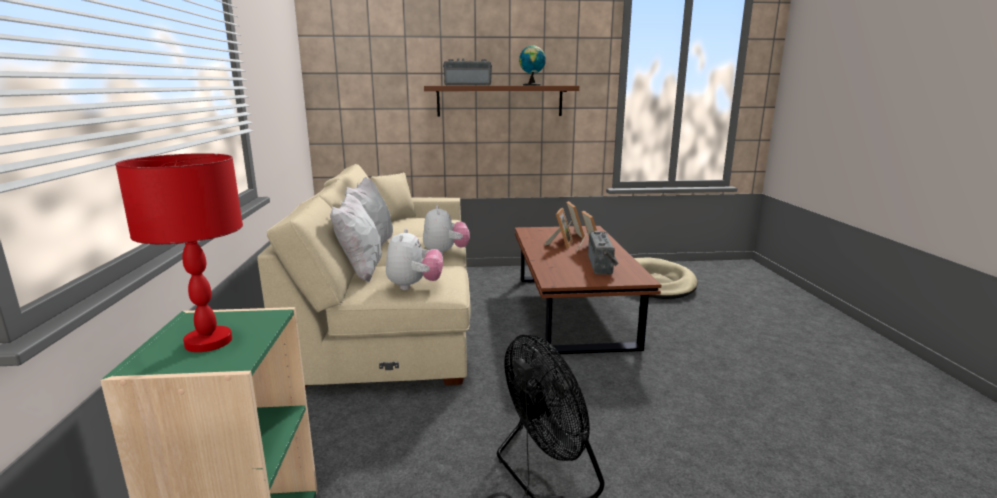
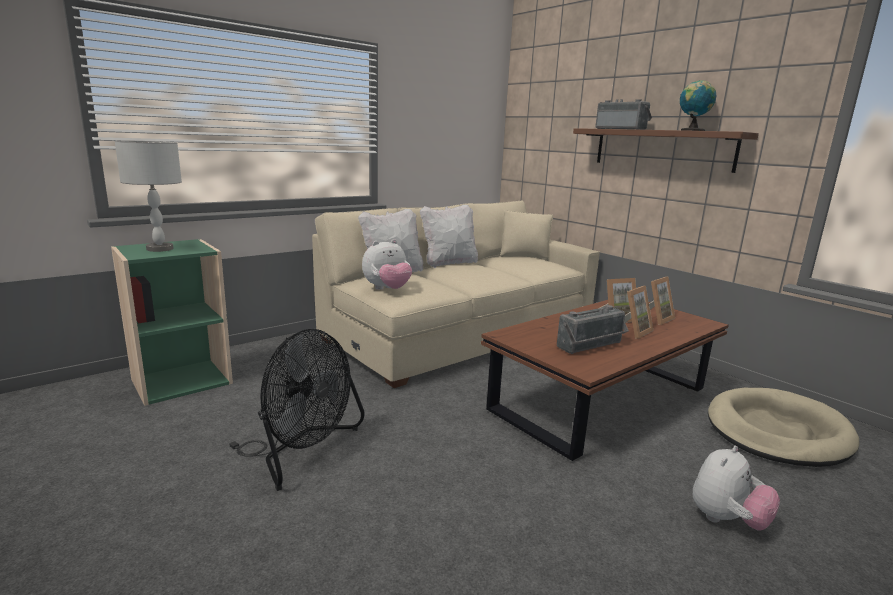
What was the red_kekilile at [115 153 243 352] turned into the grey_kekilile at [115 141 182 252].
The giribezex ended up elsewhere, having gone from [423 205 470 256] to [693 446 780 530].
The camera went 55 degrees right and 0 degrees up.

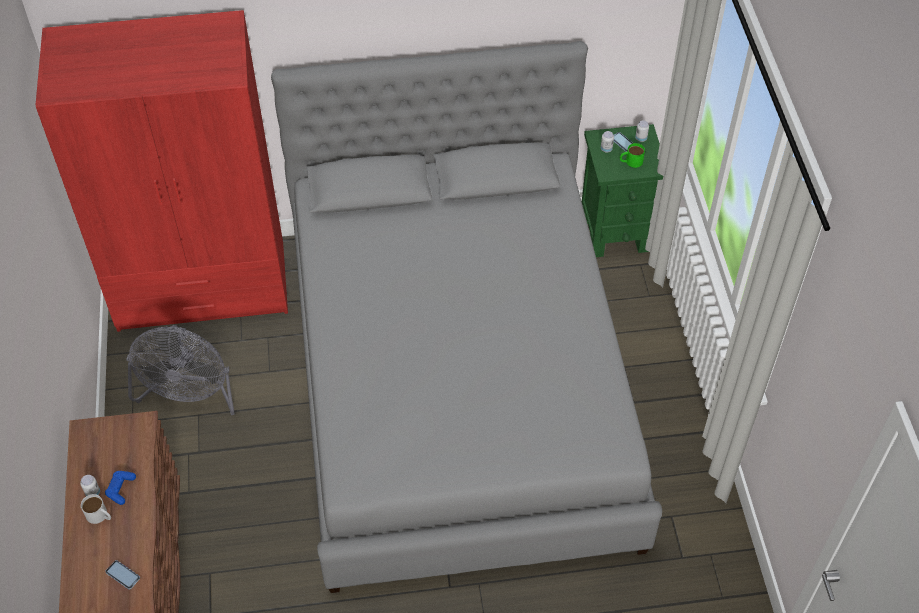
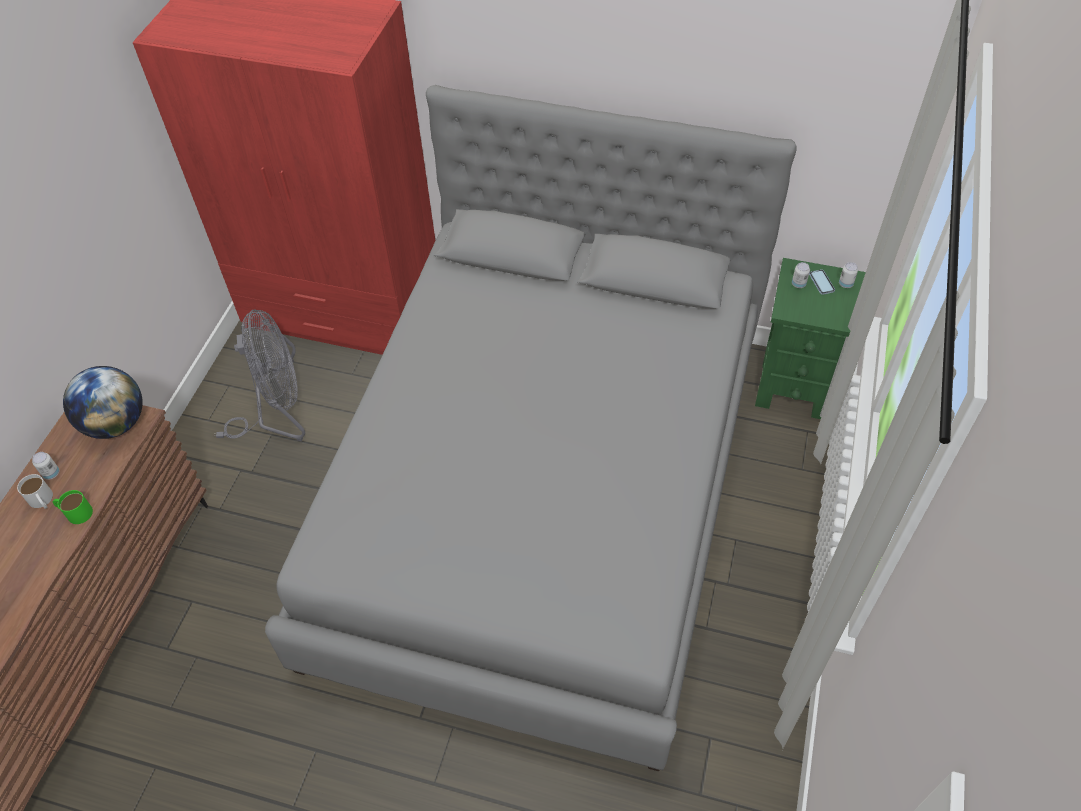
The second view lost the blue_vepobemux at [105 471 136 505].
The second view lost the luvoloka at [105 560 140 589].
The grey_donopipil at [126 325 235 415] ended up facing another way, 135 degrees counterclockwise from before.
The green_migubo ended up elsewhere, having gone from [620 143 645 168] to [53 490 93 524].
The second view gained the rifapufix at [63 366 143 439].
The camera went 25 degrees right and 0 degrees up.

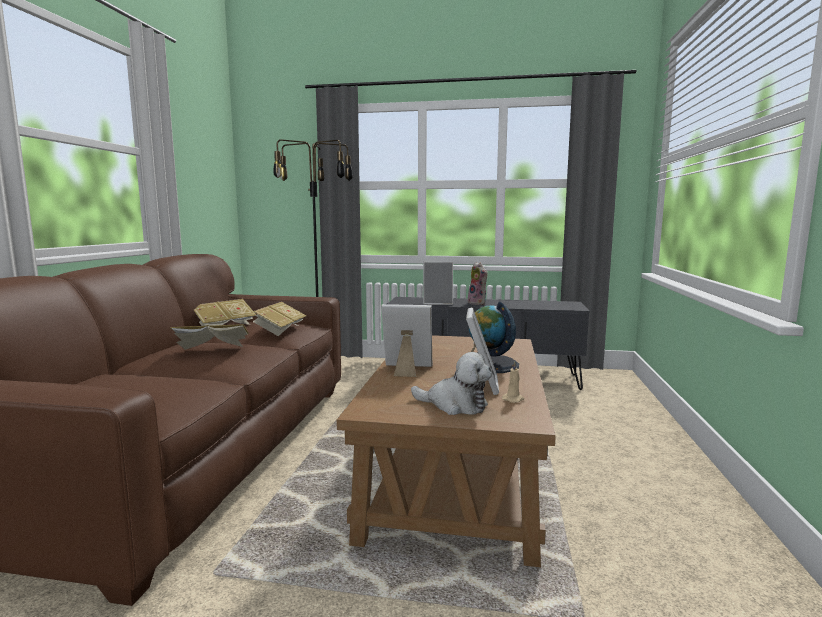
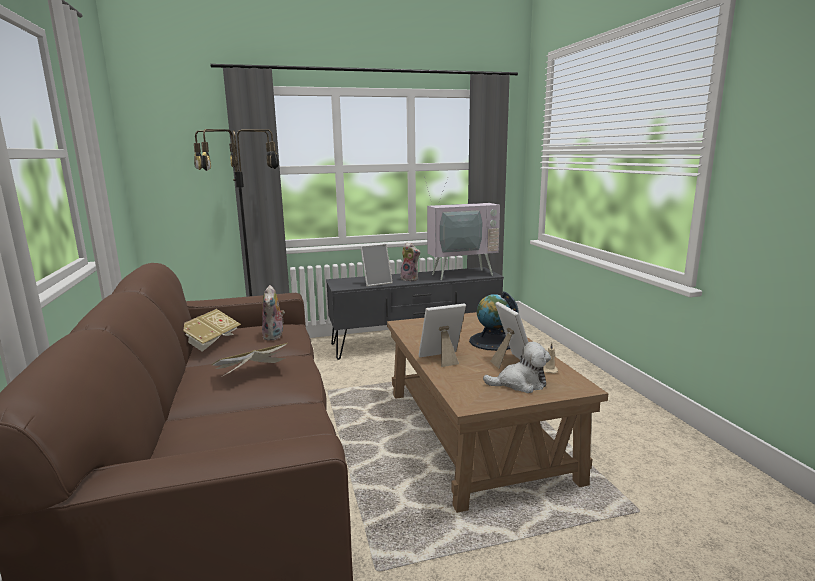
Where the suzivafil stood at [253 302 306 336], the giribezex came to stand at [262 285 285 341].
The second view gained the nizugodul at [427 181 500 280].
The camera went 25 degrees left and 5 degrees up.

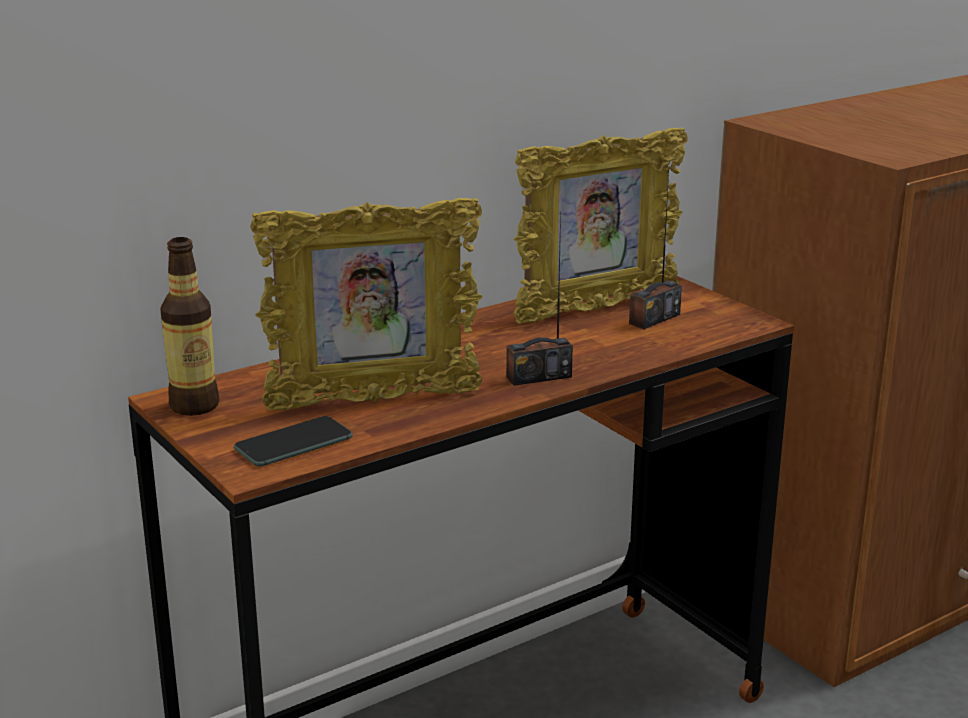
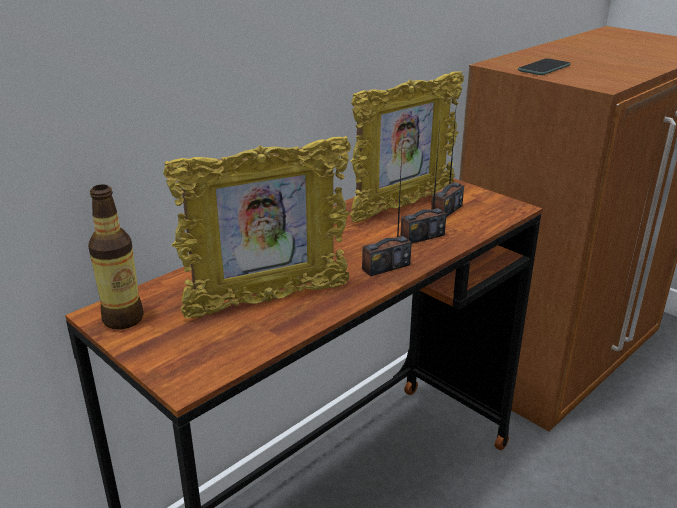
The luvoloka ended up elsewhere, having gone from [234 416 353 467] to [518 58 571 75].
The second view gained the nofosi at [400 124 446 244].
The camera went 10 degrees left and 5 degrees up.

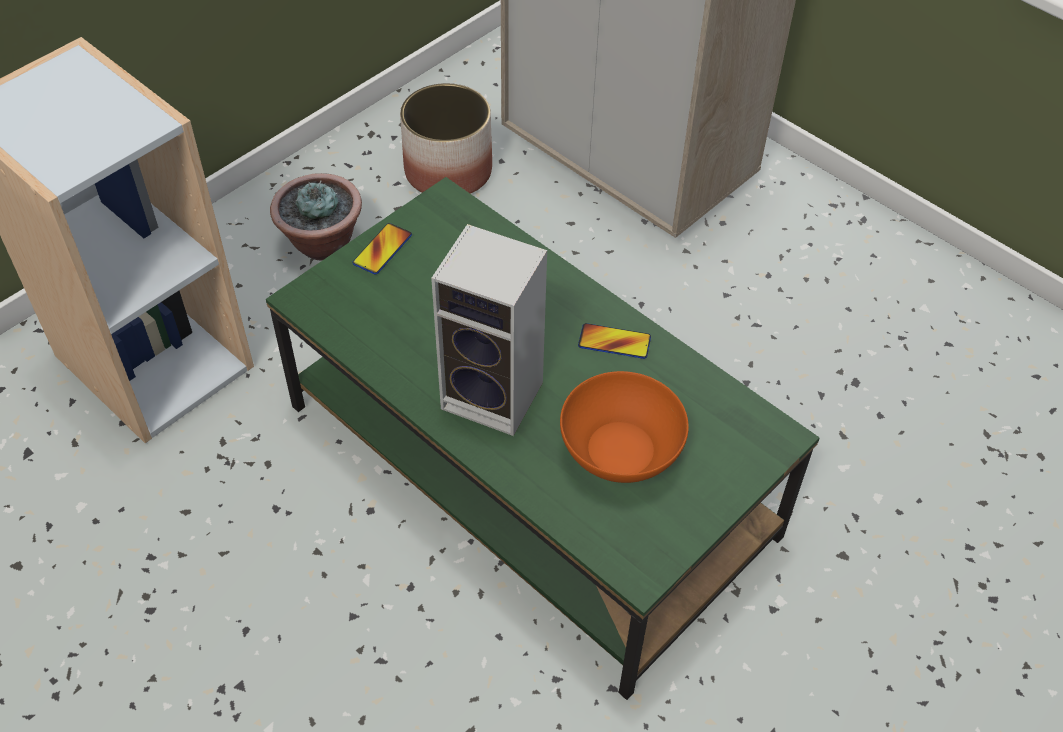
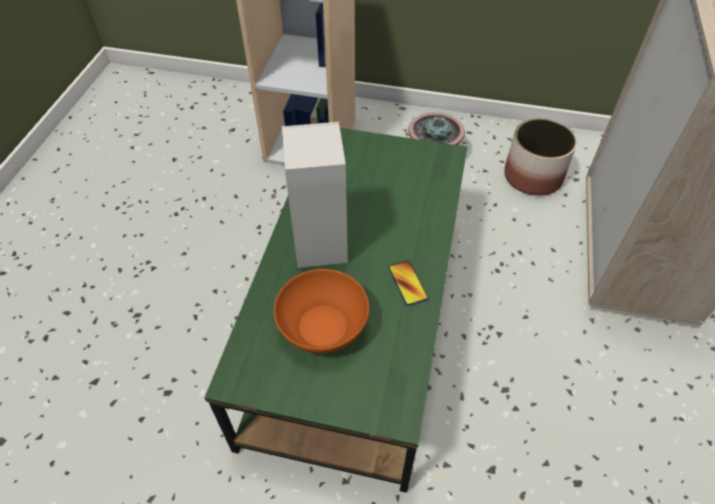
The second view lost the luvoloka at [352 223 412 274].
The camera went 60 degrees right and 0 degrees up.

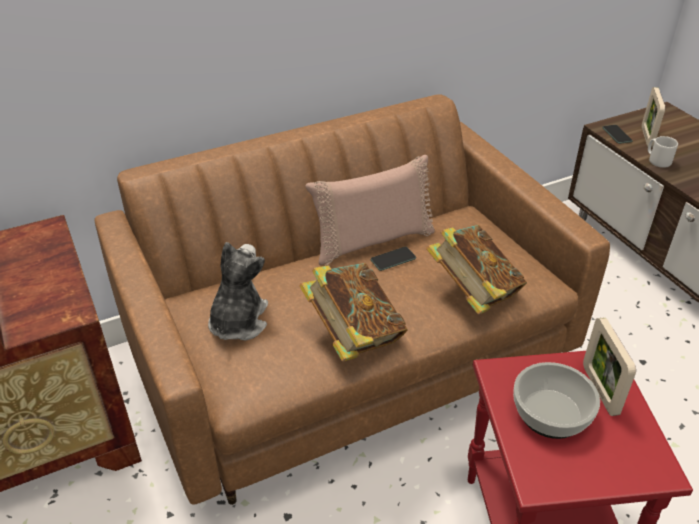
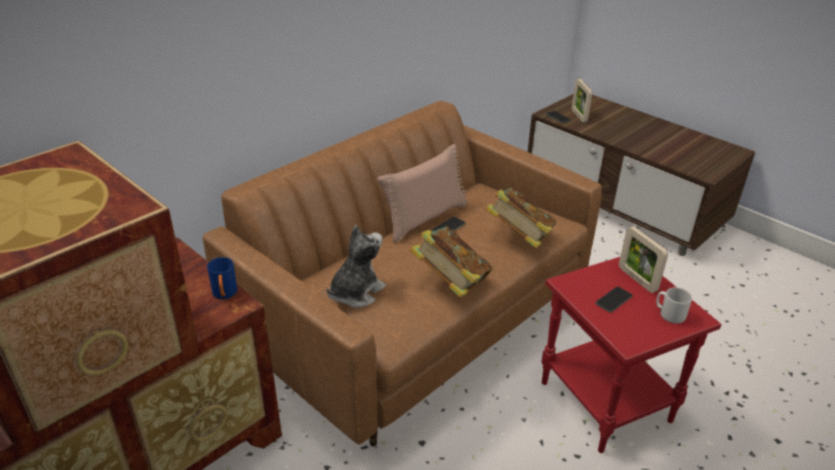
The giribezex at [208 242 268 341] ended up facing another way, 45 degrees clockwise from before.
Where the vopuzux stood at [513 362 600 439], the luvoloka came to stand at [595 287 633 312].
The grey_migubo ended up elsewhere, having gone from [648 136 678 168] to [656 287 692 324].
The second view gained the blue_migubo at [207 257 237 299].
The camera went 20 degrees left and 5 degrees down.

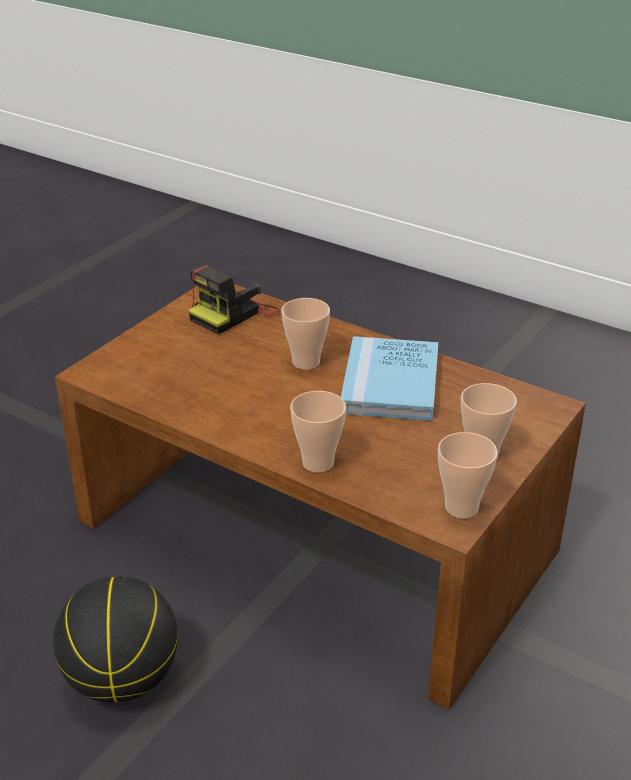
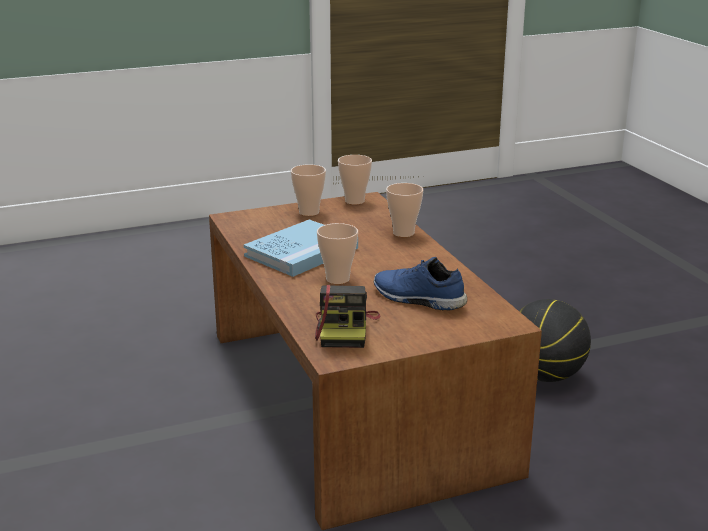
The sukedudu at [188 264 280 334] ended up facing another way, 105 degrees clockwise from before.
The second view gained the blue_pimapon at [374 257 467 311].
The camera went 145 degrees left and 10 degrees down.

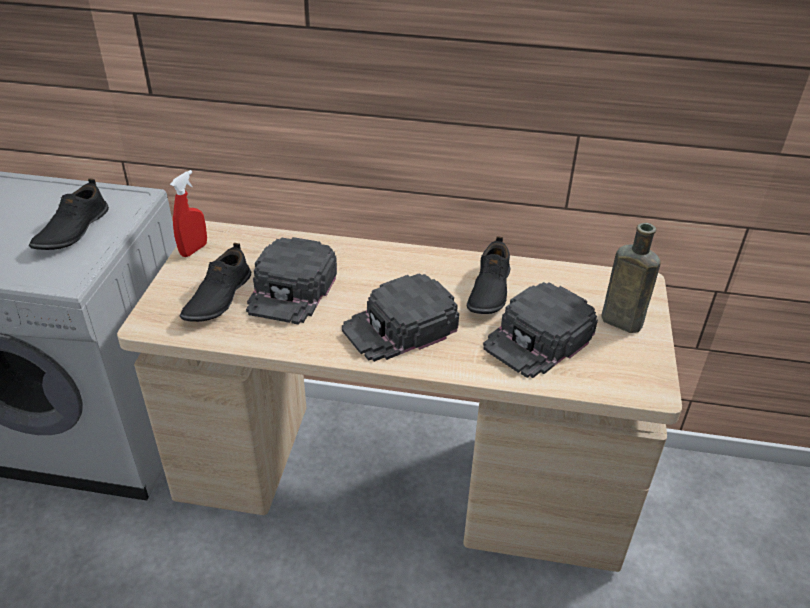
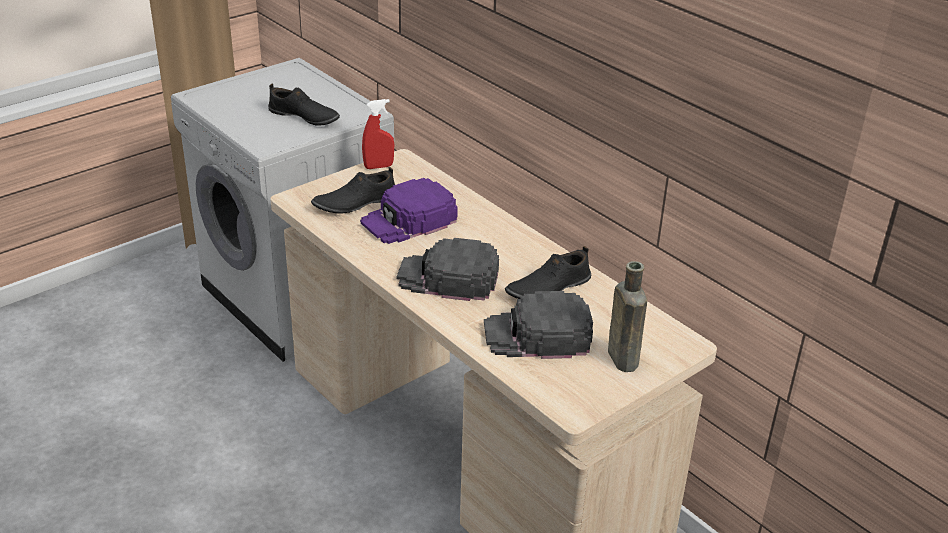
The black_pimapon at [29 178 109 250] ended up facing another way, 120 degrees counterclockwise from before.
What was the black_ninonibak at [246 237 337 325] turned into the purple_ninonibak at [360 178 458 244].
The camera went 40 degrees right and 5 degrees down.

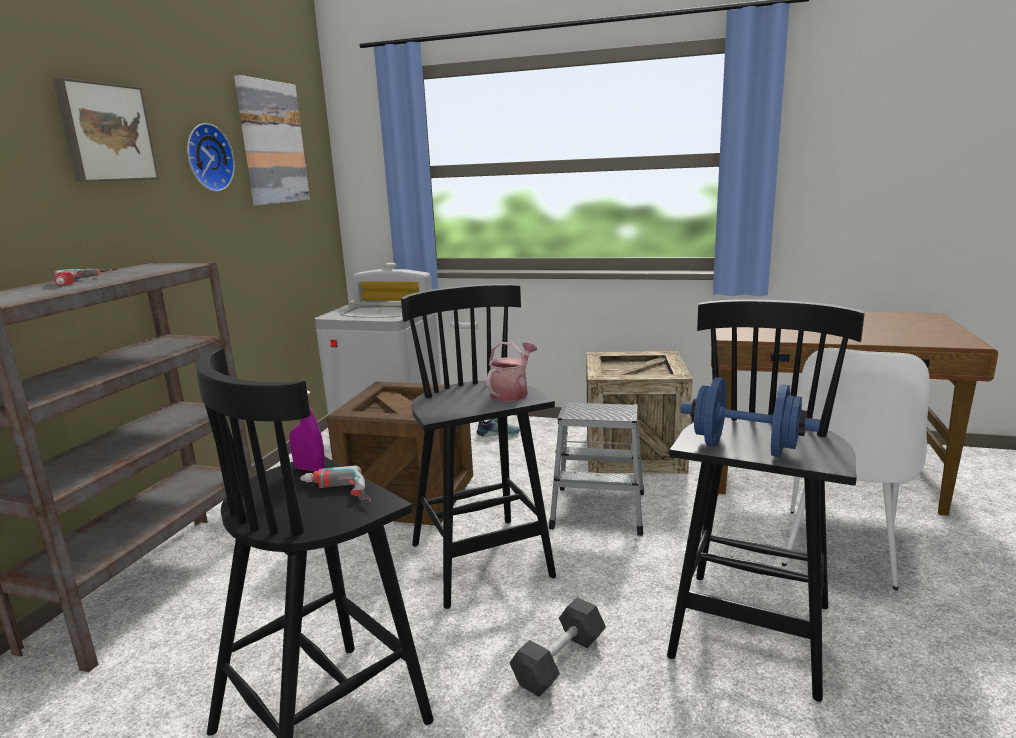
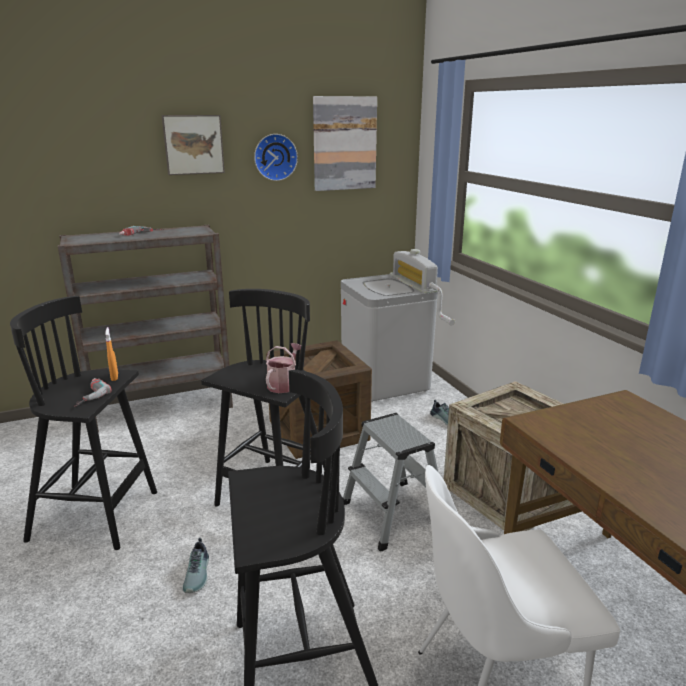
What was the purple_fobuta at [289 390 325 471] turned into the orange_fobuta at [105 327 118 381].
The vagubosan at [486 342 537 402] ended up facing another way, 60 degrees counterclockwise from before.
Where the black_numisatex stood at [509 597 606 697], the pimapon came to stand at [183 538 209 593].
The second view lost the blue_numisatex at [680 377 820 457].
The camera went 50 degrees right and 5 degrees up.

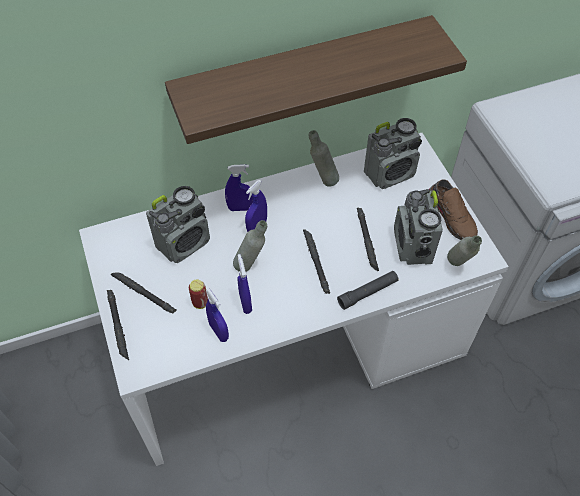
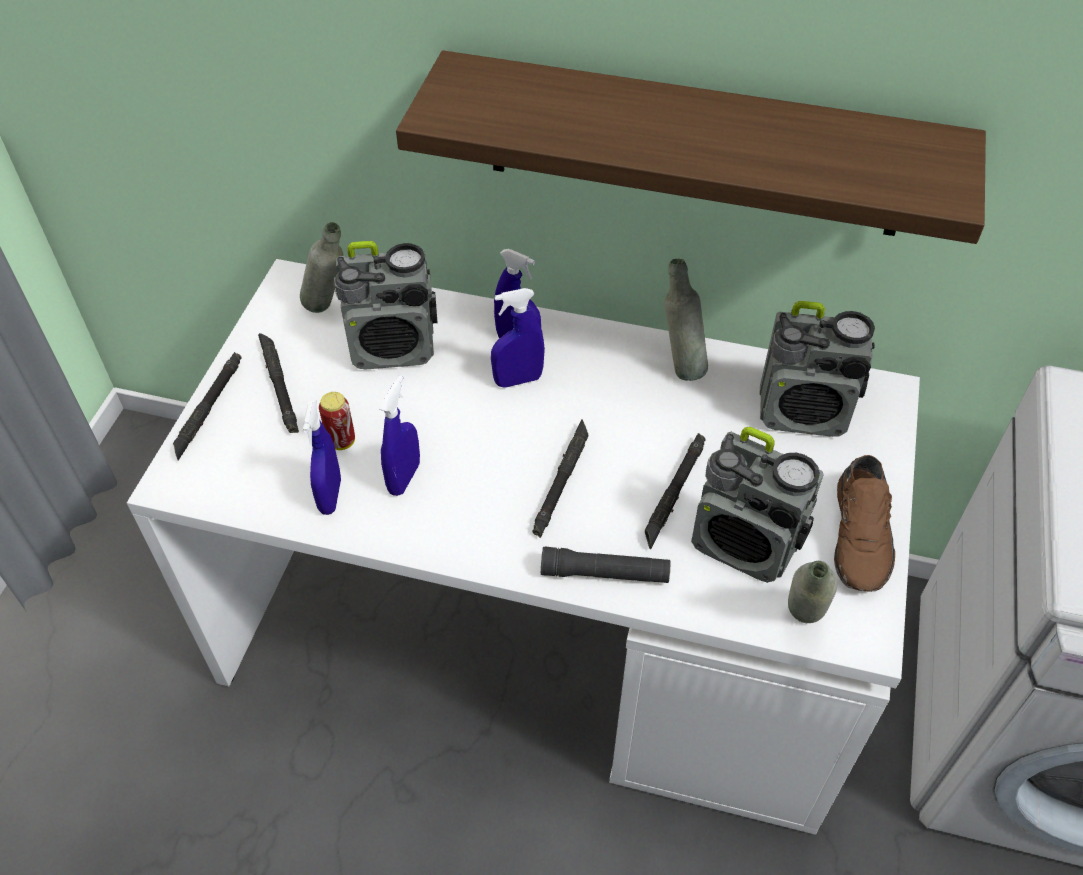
The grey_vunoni ended up elsewhere, having gone from [233 220 267 272] to [300 222 344 313].
The nofosi at [394 189 443 265] ended up facing another way, 90 degrees counterclockwise from before.
The camera went 35 degrees right and 5 degrees down.

